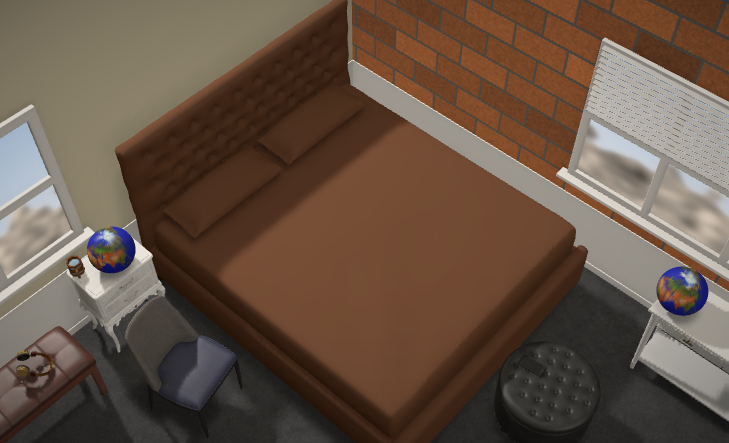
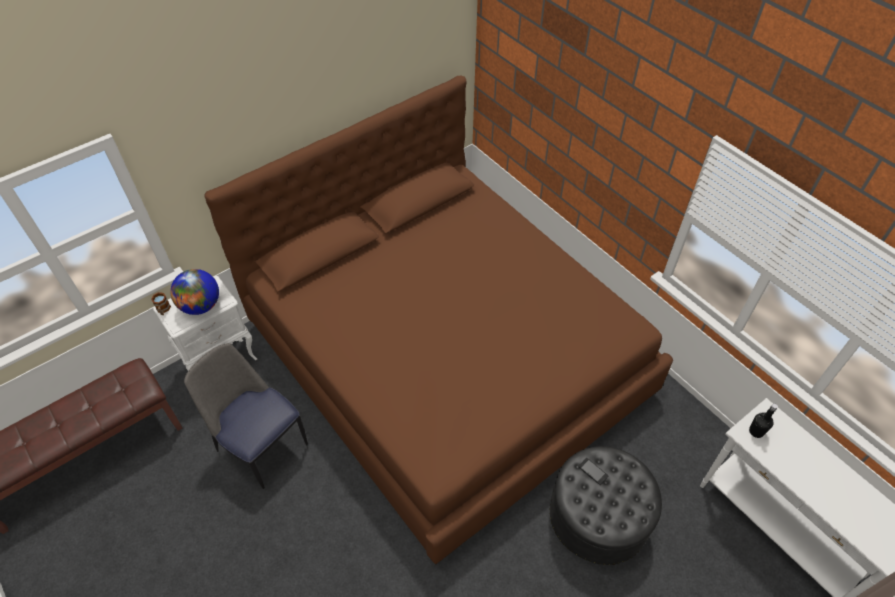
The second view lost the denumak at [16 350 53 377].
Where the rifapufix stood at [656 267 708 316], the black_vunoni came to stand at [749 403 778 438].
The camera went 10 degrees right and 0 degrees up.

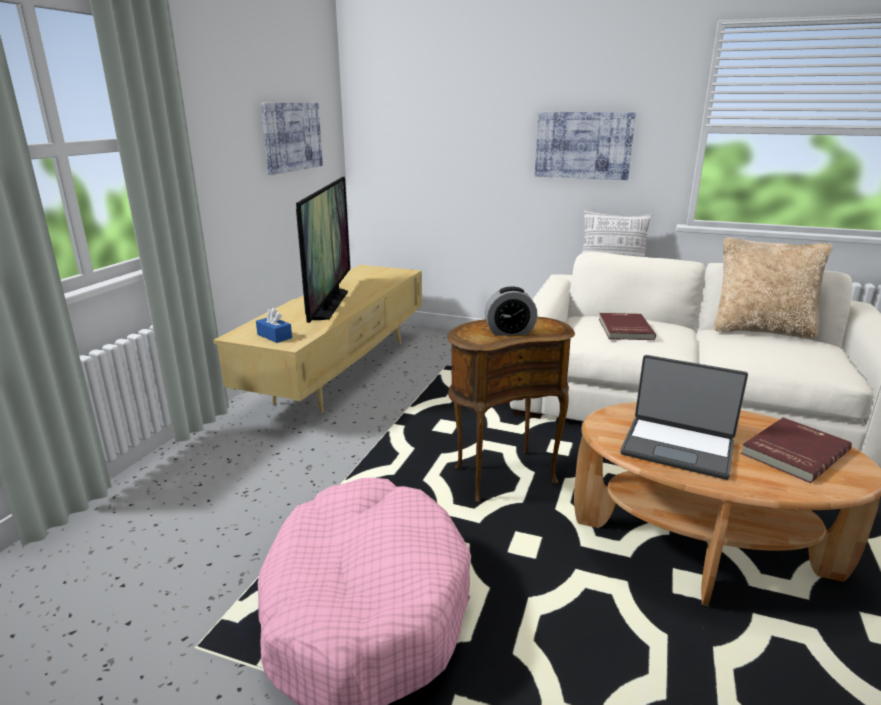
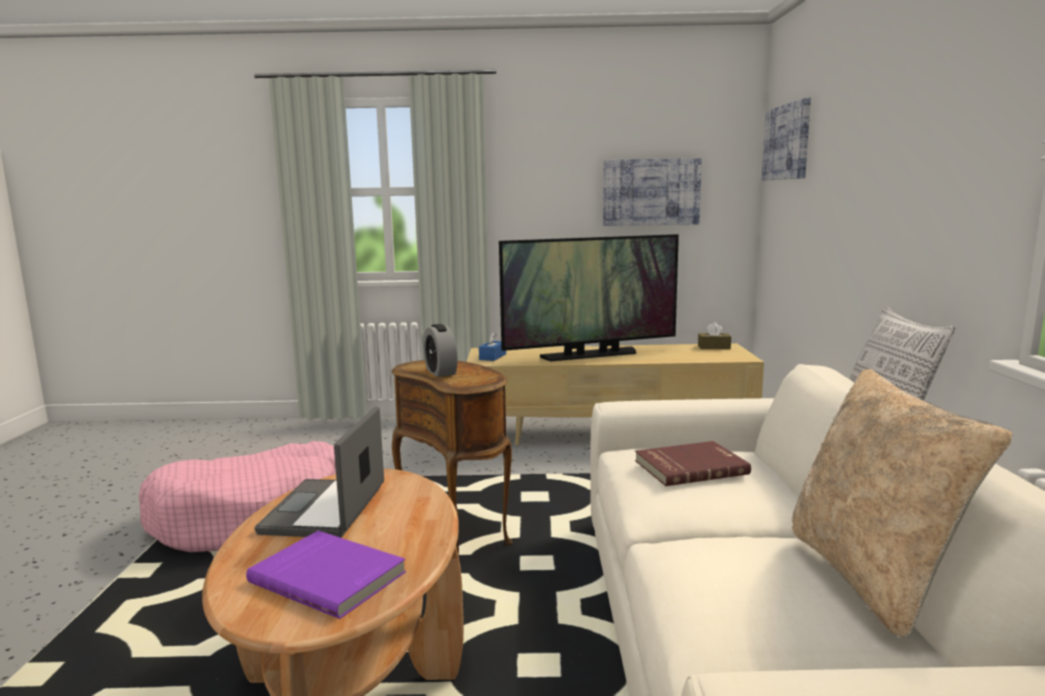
The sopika ended up elsewhere, having gone from [535 112 636 180] to [762 98 811 181].
What was the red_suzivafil at [741 417 852 483] turned into the purple_suzivafil at [246 531 406 619].
The second view gained the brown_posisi at [698 322 731 349].
The camera went 70 degrees right and 10 degrees down.

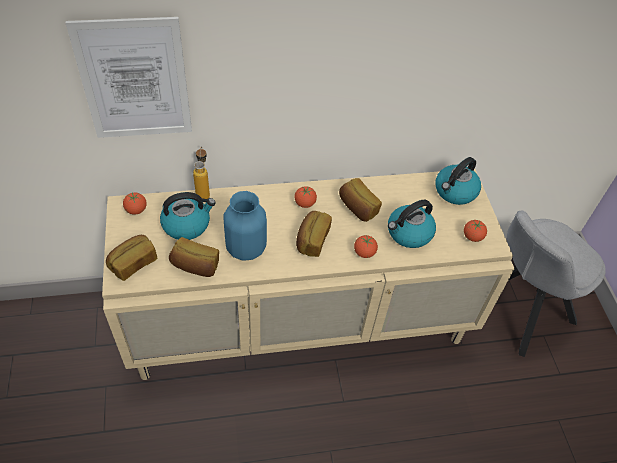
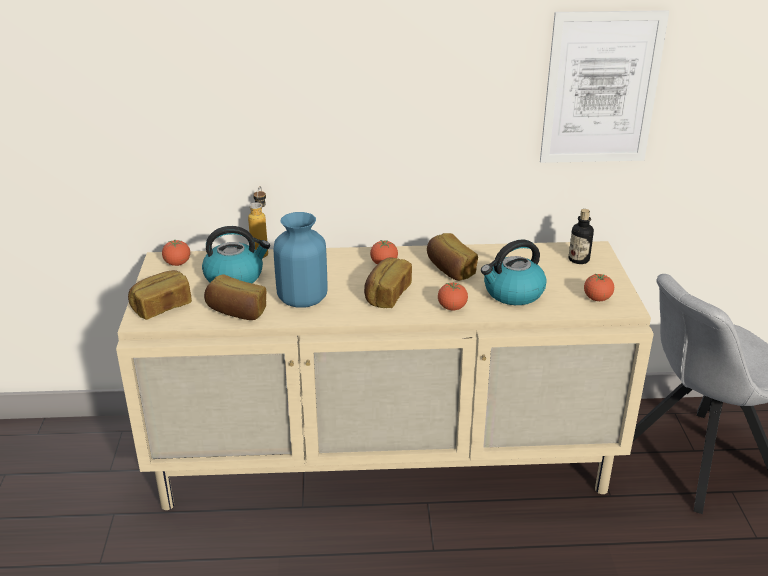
The sopika ended up elsewhere, having gone from [66 17 192 138] to [540 10 669 163].
Where the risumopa stood at [436 157 481 205], the vunoni came to stand at [569 209 594 264].
The camera went 10 degrees right and 20 degrees down.

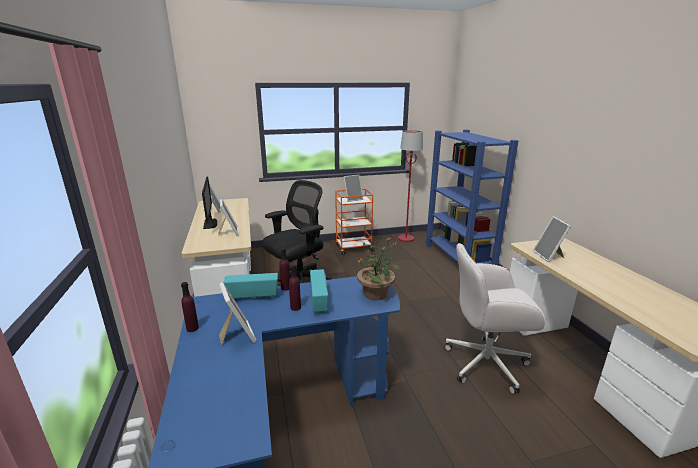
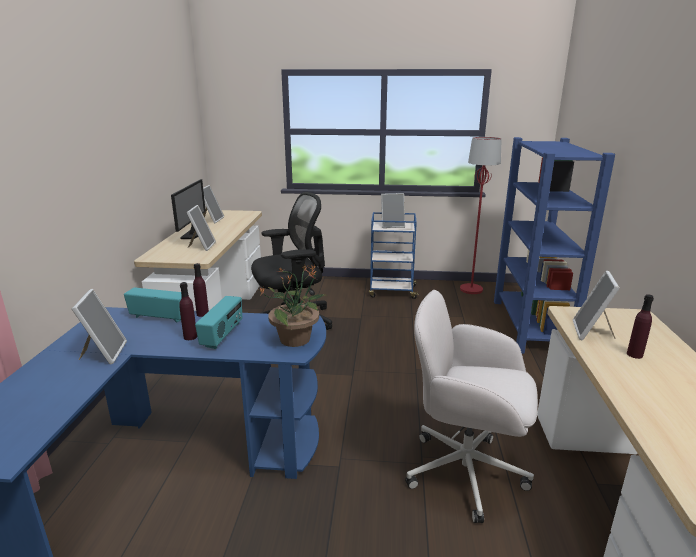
The purple_vunoni ended up elsewhere, having gone from [181 282 199 332] to [627 294 654 359].
What was the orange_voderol at [335 189 377 255] turned into the blue_voderol at [369 212 419 299].
The camera went 20 degrees right and 0 degrees up.

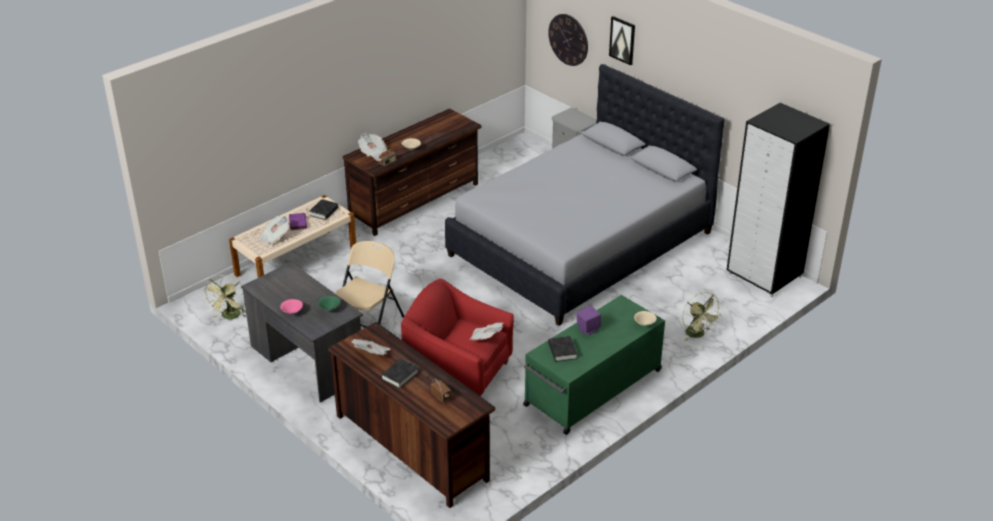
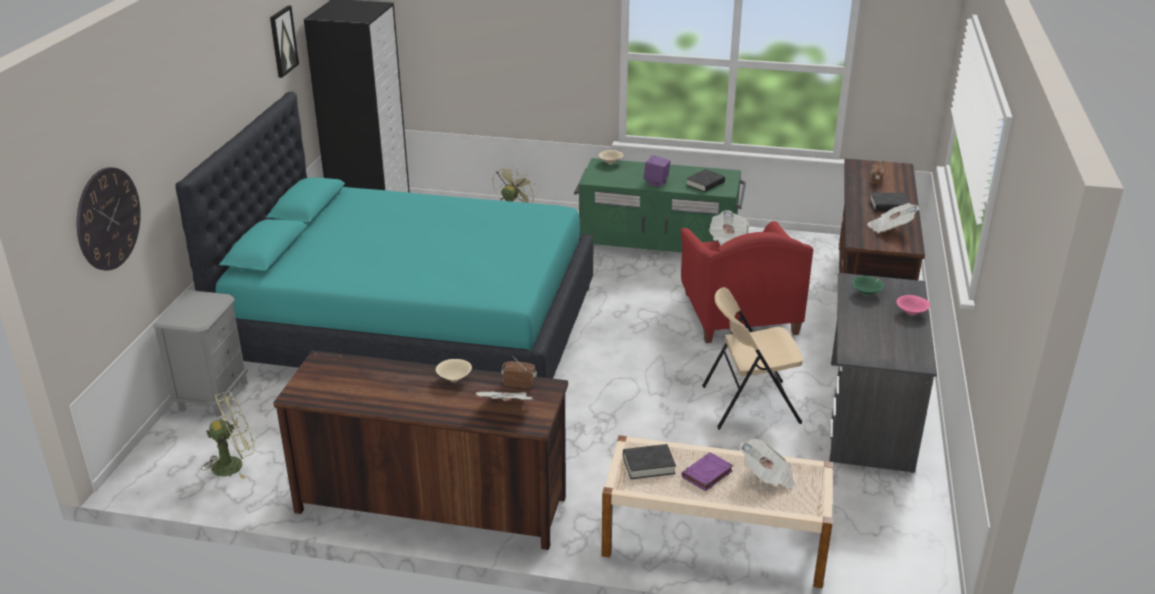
The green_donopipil ended up elsewhere, having gone from [204 275 246 319] to [201 391 255 479].
What was the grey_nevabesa at [445 64 725 326] turned into the turquoise_nevabesa at [175 92 593 379].
The sopika ended up elsewhere, having gone from [609 16 635 65] to [270 5 299 78].
The camera went 125 degrees left and 5 degrees down.

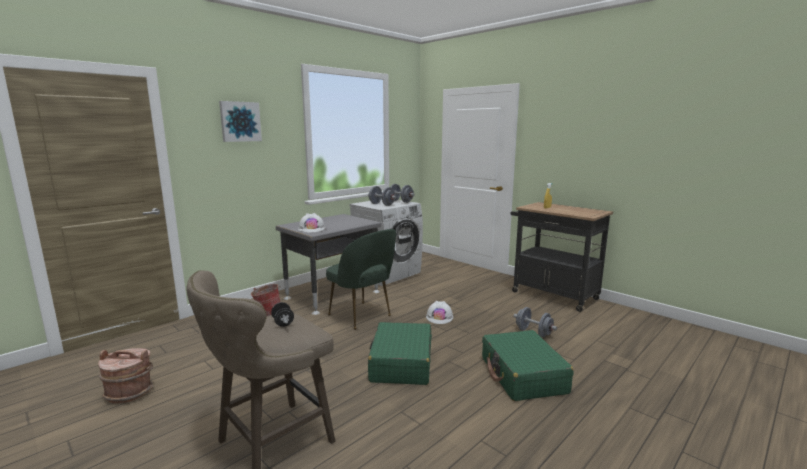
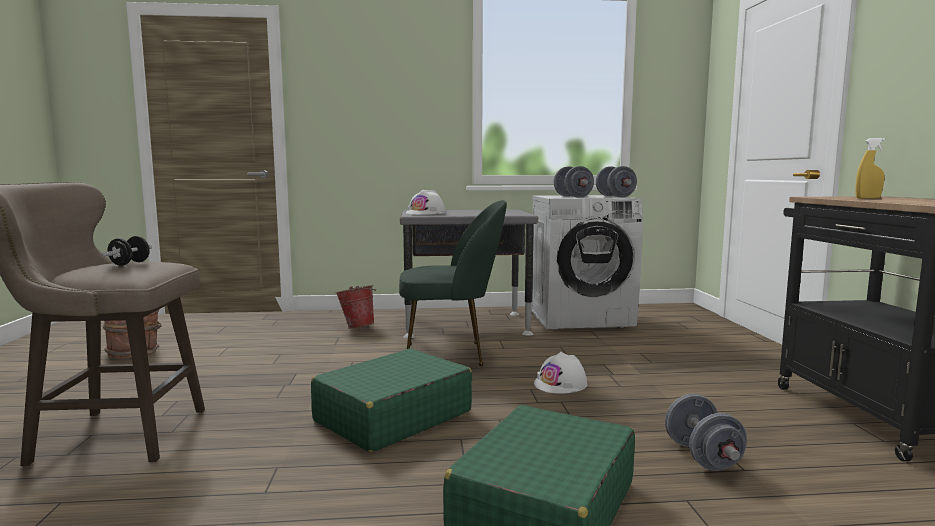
The second view lost the sopika at [219 101 262 142].
The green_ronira at [326 229 396 330] ended up facing another way, 90 degrees counterclockwise from before.
The camera went 40 degrees right and 5 degrees down.

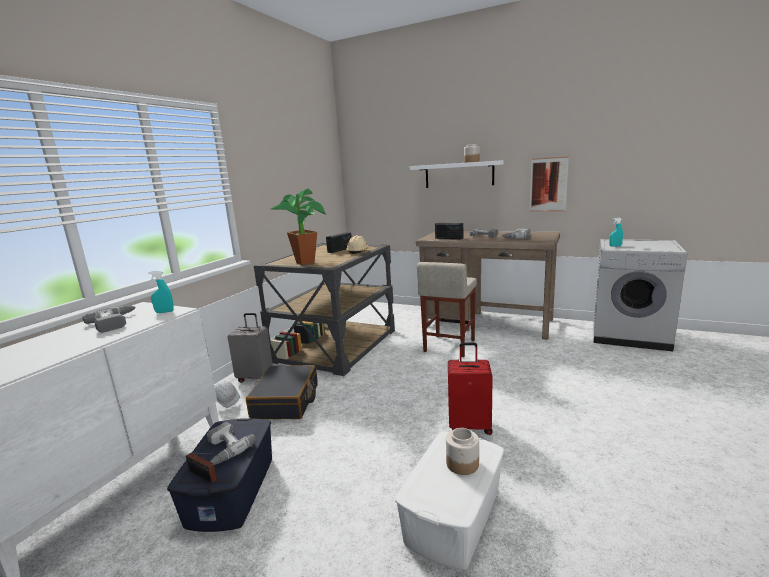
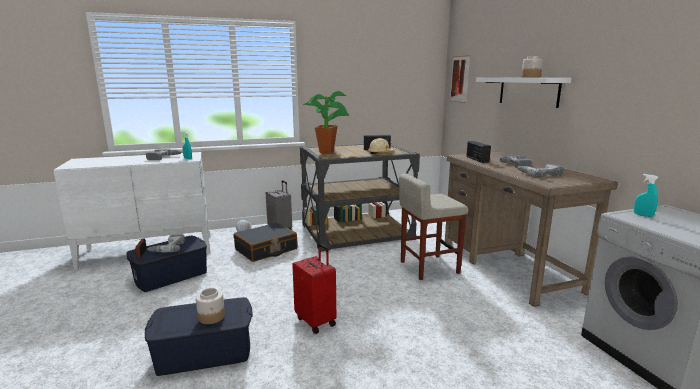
What was the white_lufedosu at [395 432 504 570] turned into the blue_lufedosu at [145 297 253 376].
The sopika ended up elsewhere, having gone from [530 156 569 212] to [450 55 470 103].
The camera went 45 degrees right and 0 degrees up.

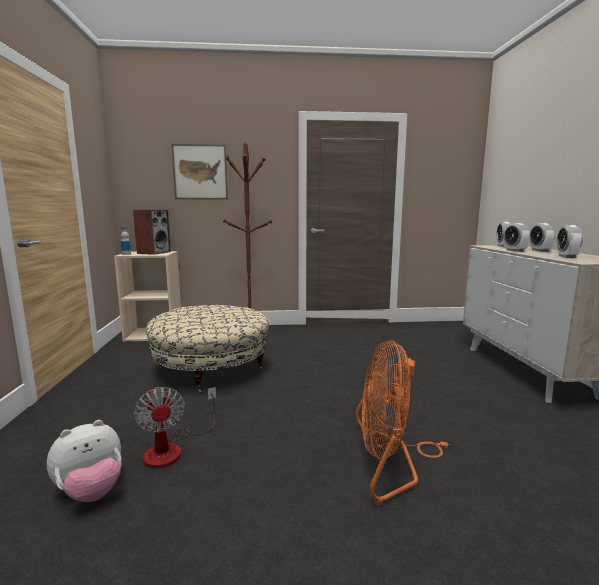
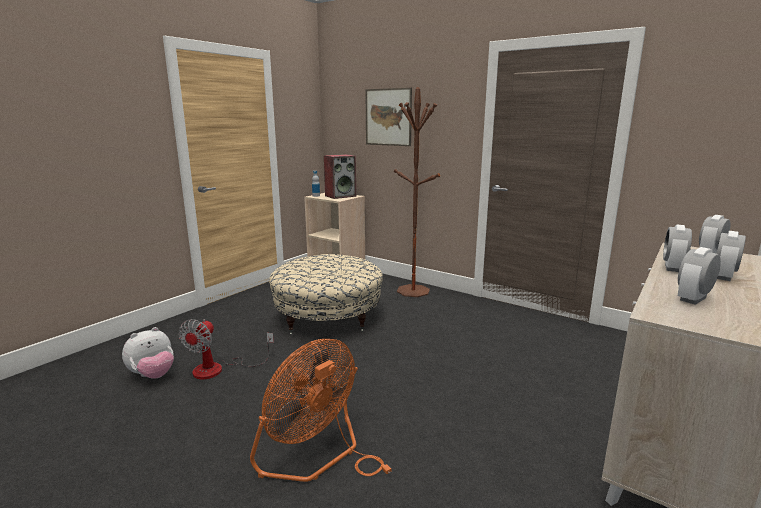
The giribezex at [47 420 121 502] ended up facing another way, 45 degrees counterclockwise from before.
The camera went 40 degrees right and 5 degrees up.

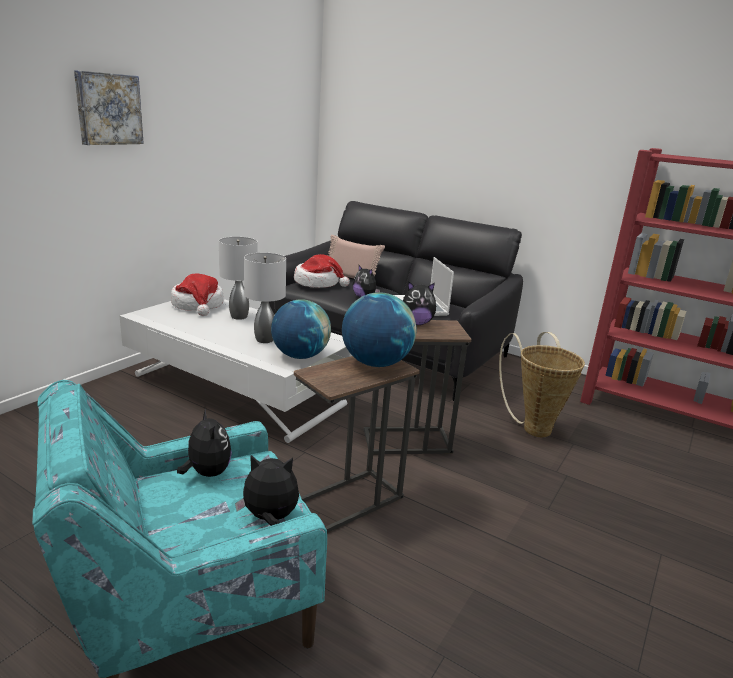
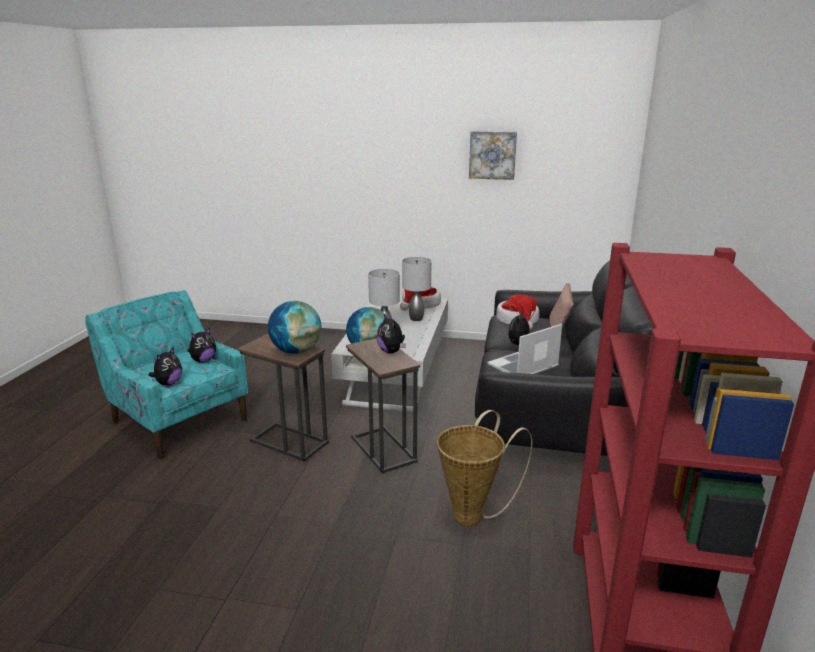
The sopika ended up elsewhere, having gone from [74 70 144 145] to [469 131 517 180].
The giribezex at [235 455 299 526] ended up facing another way, 45 degrees clockwise from before.
The camera went 70 degrees right and 0 degrees up.

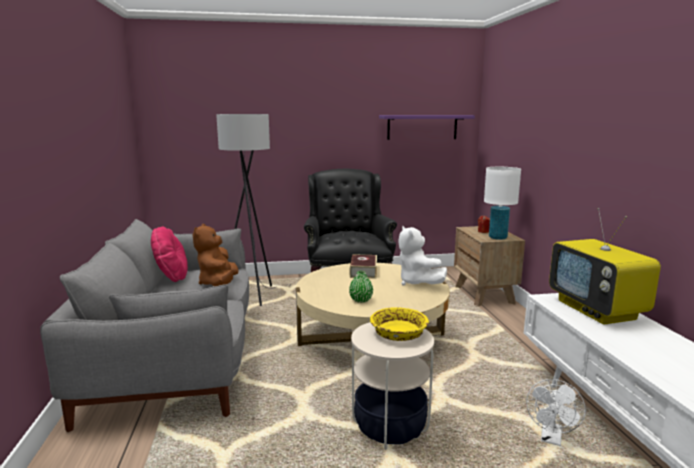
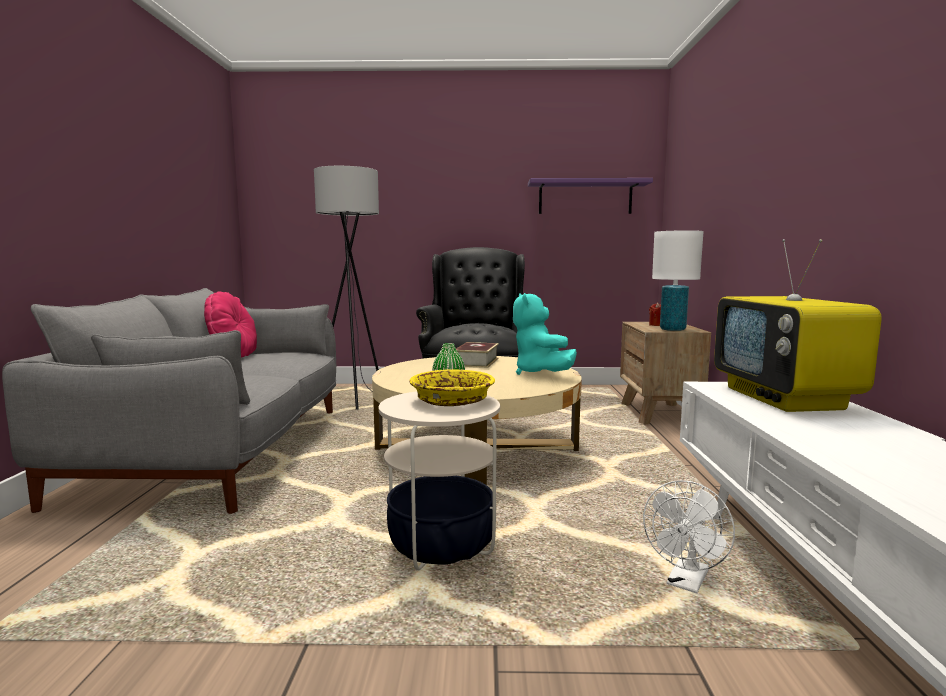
The second view lost the brown_giribezex at [193 224 239 286].
What was the white_giribezex at [398 226 447 286] turned into the turquoise_giribezex at [513 293 577 375].
The camera went 10 degrees right and 5 degrees down.

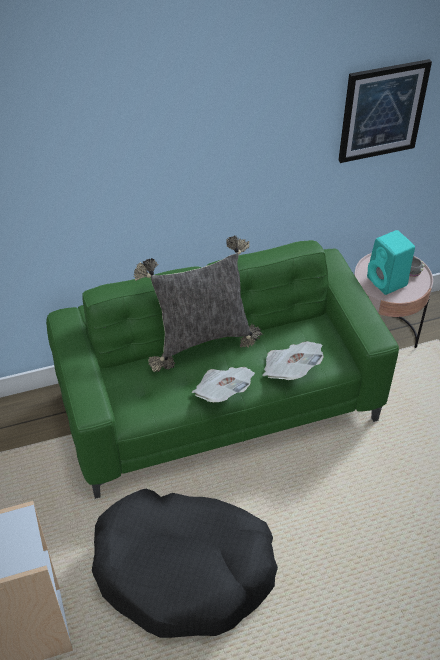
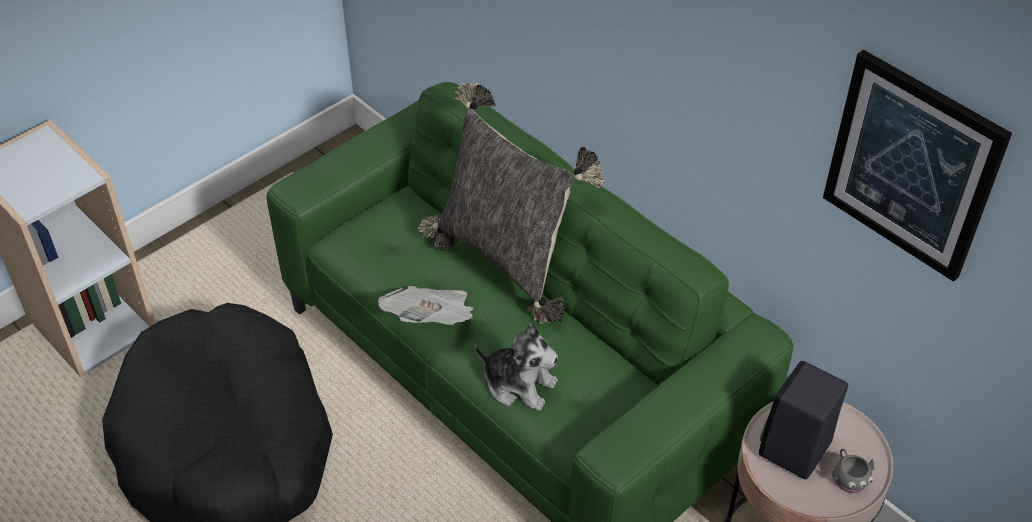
Where the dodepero stood at [263 341 324 380], the giribezex came to stand at [474 323 558 411].
What was the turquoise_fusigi at [367 230 415 295] turned into the black_fusigi at [759 361 848 479].
The camera went 65 degrees right and 0 degrees up.

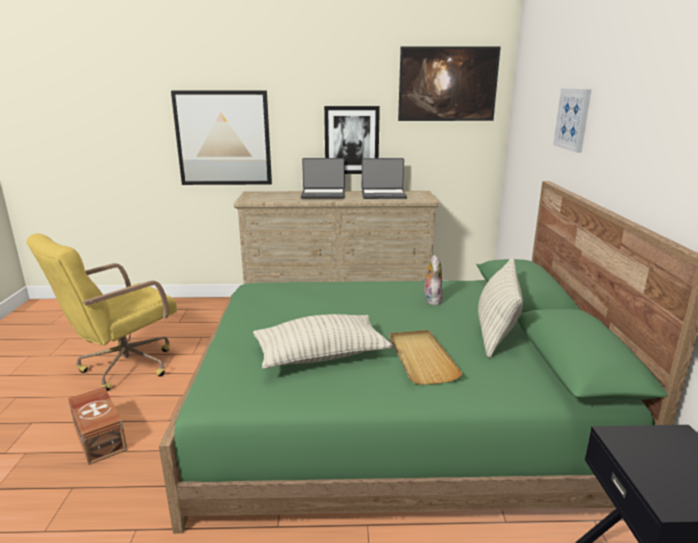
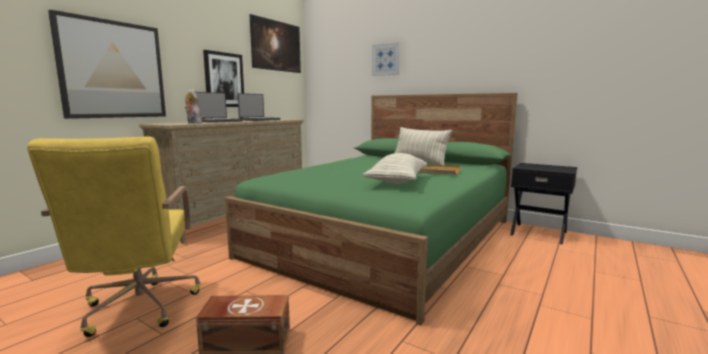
The giribezex ended up elsewhere, having gone from [422 255 443 305] to [185 89 202 124].
The camera went 55 degrees left and 10 degrees down.

